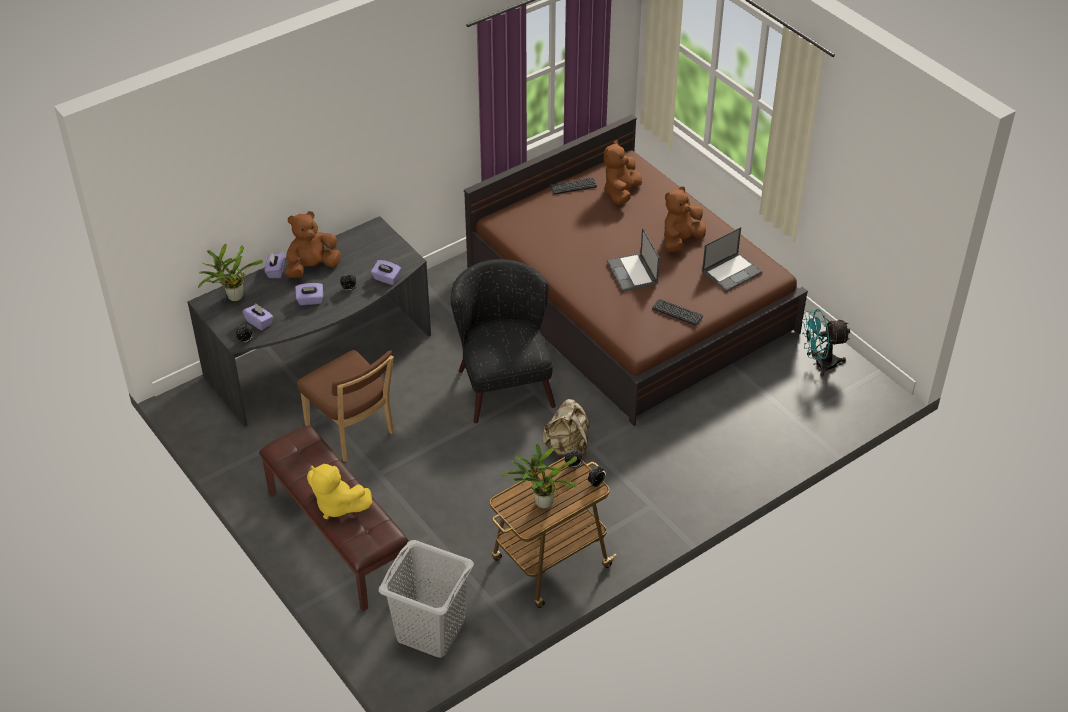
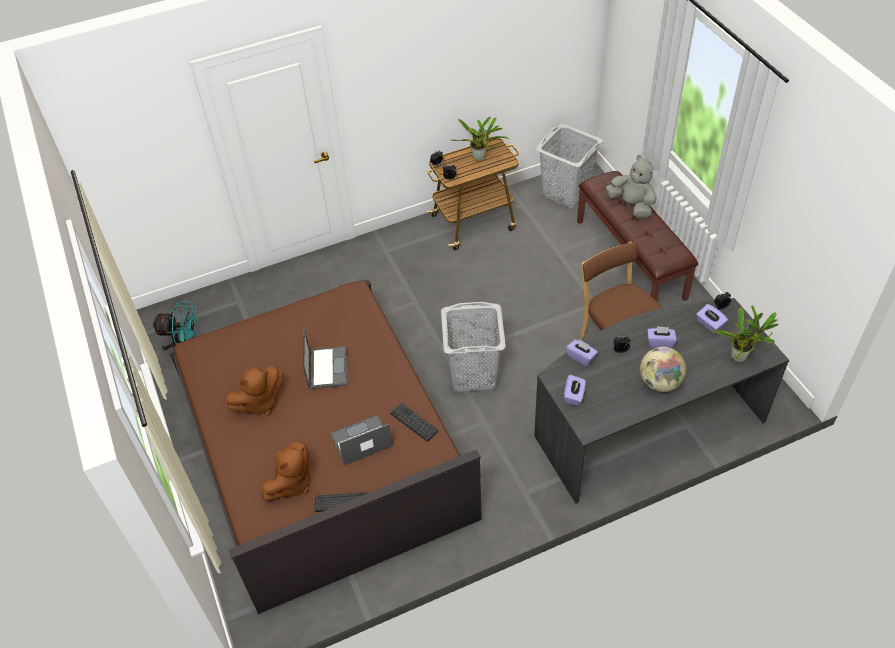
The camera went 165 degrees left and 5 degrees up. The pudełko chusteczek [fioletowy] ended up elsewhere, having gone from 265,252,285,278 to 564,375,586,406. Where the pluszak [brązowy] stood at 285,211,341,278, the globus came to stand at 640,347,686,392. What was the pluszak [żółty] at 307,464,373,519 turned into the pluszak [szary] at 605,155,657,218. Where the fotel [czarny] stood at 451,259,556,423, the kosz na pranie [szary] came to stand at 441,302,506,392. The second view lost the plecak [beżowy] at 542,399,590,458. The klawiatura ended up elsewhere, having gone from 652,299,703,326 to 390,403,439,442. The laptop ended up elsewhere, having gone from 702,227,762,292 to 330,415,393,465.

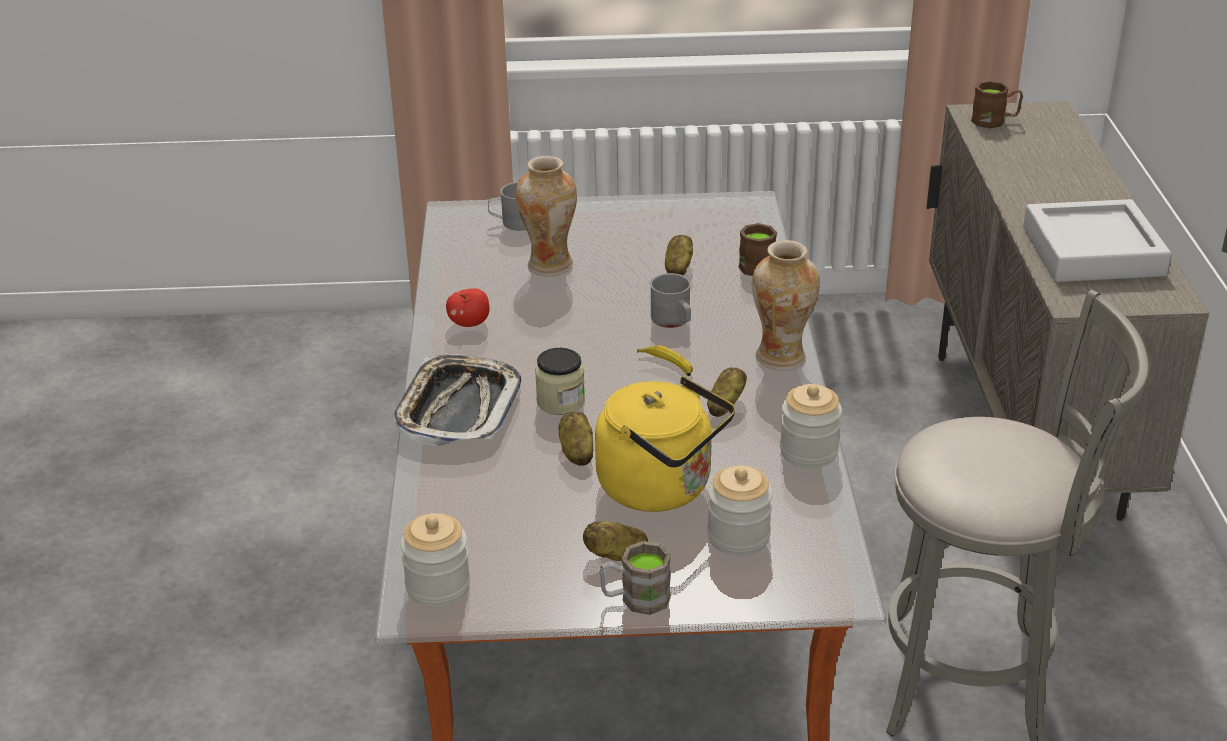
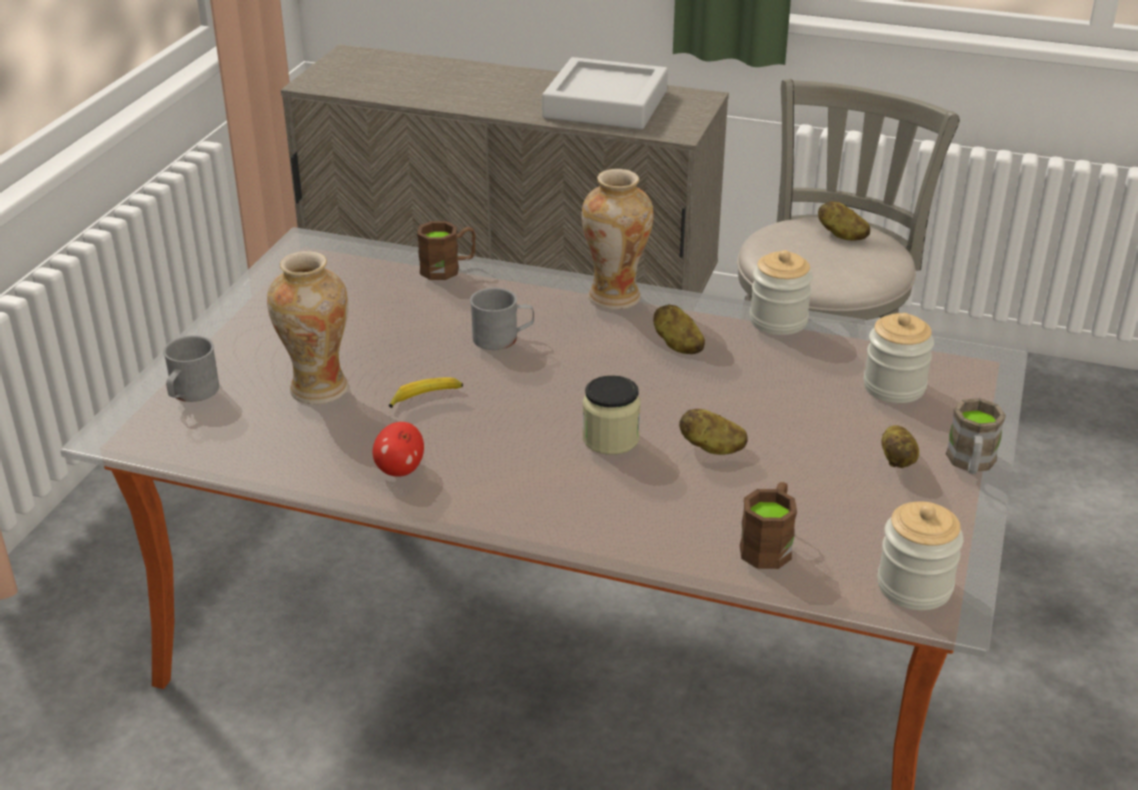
The camera went 70 degrees left and 0 degrees up. The second view lost the taca at 393,354,521,447. The second view lost the czajnik [żółty] at 595,376,735,512. The banan ended up elsewhere, having gone from 637,345,693,376 to 389,377,463,408. The ziemniak ended up elsewhere, having gone from 665,235,693,275 to 818,201,870,241. The kubek [brązowy] ended up elsewhere, having gone from 971,80,1023,128 to 740,482,797,569.

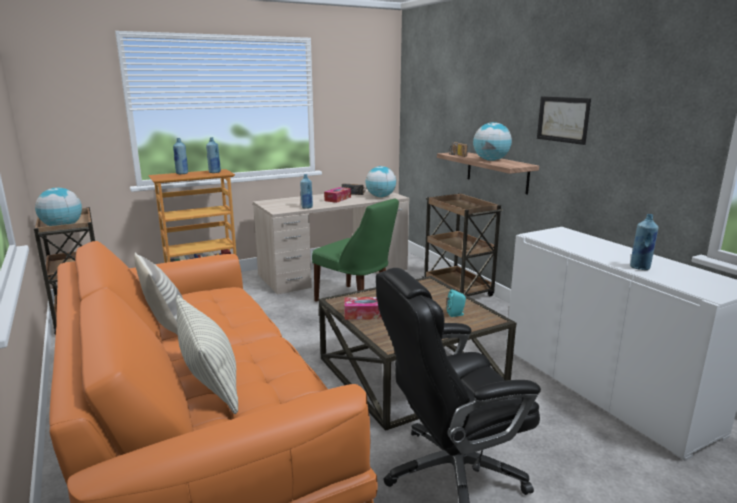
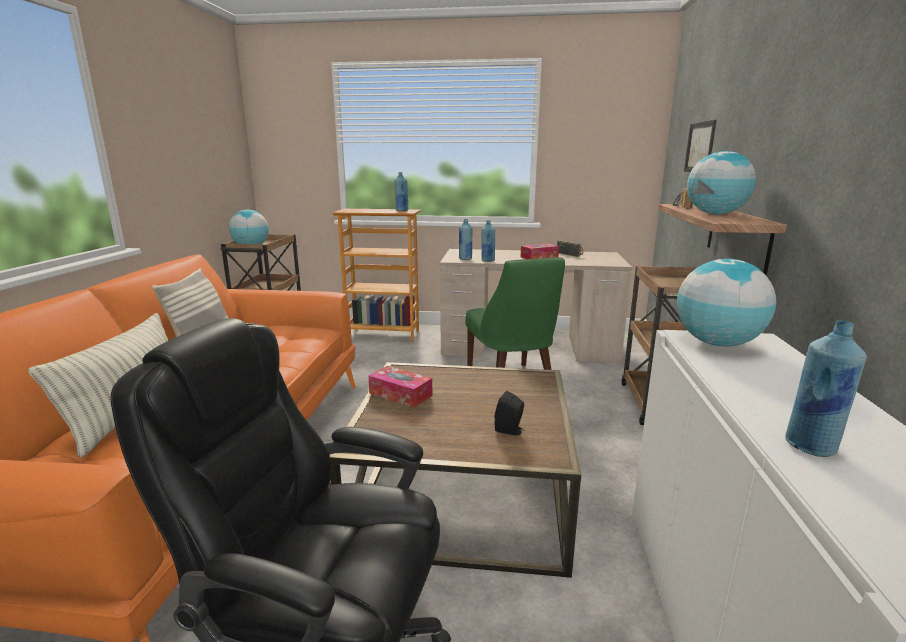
The camera went 35 degrees right and 0 degrees up. The butelka [niebieski] ended up elsewhere, having gone from 173,138,188,174 to 459,219,472,260. The globus ended up elsewhere, having gone from 366,166,396,197 to 677,259,776,346. What was the głośnik [turkusowy] at 447,289,466,317 turned into the głośnik [czarny] at 495,391,525,435. The obraz ended up elsewhere, having gone from 537,96,591,145 to 684,120,716,172.

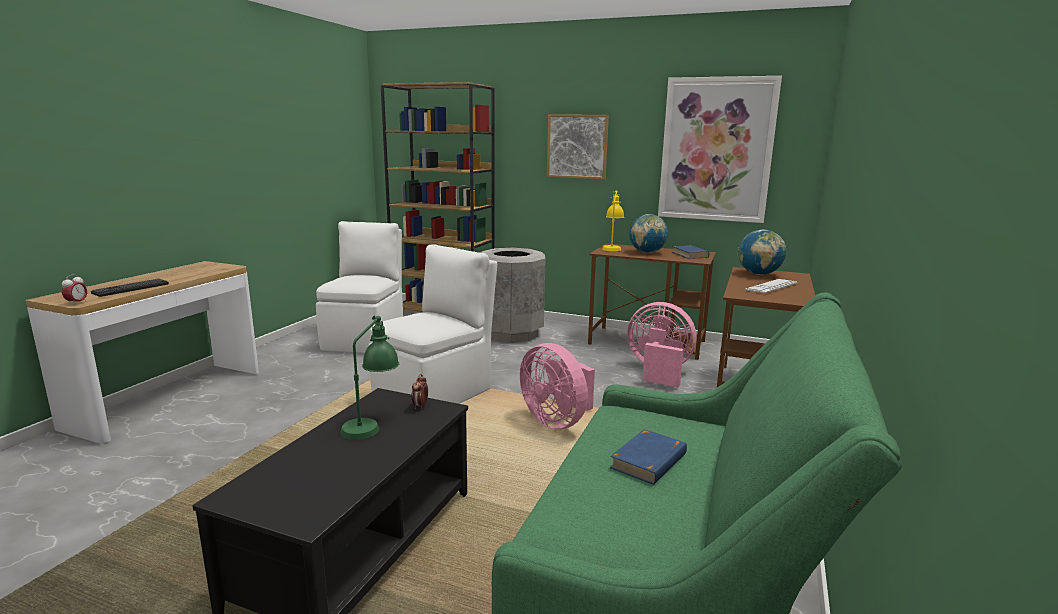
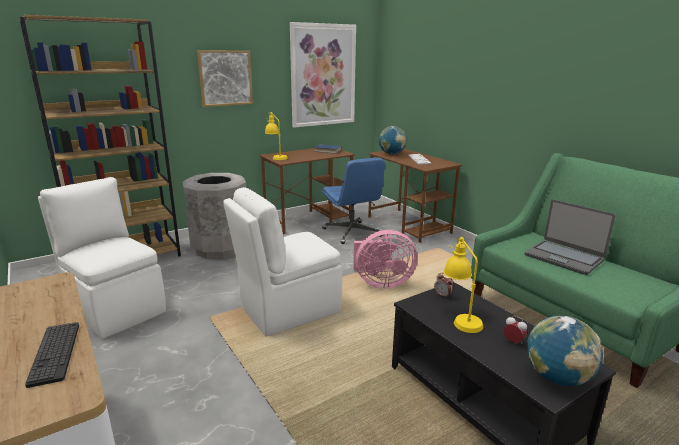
The camera went 55 degrees left and 5 degrees up. The budzik ended up elsewhere, having gone from 62,274,87,306 to 503,316,527,343. What was the lampa stołowa [zielony] at 340,316,399,440 turned into the lampa stołowa [żółty] at 444,237,483,333. The krzesło [biały] at 369,244,497,404 ended up facing another way, 105 degrees counterclockwise from before. Where the książka [niebieski] stood at 610,429,687,485, the laptop came to stand at 525,200,615,275. Where the wentylator [różowy] stood at 627,302,697,388, the krzesło biurowe [niebieski] came to stand at 322,158,385,244. The globus ended up elsewhere, having gone from 629,214,668,253 to 527,315,603,386.

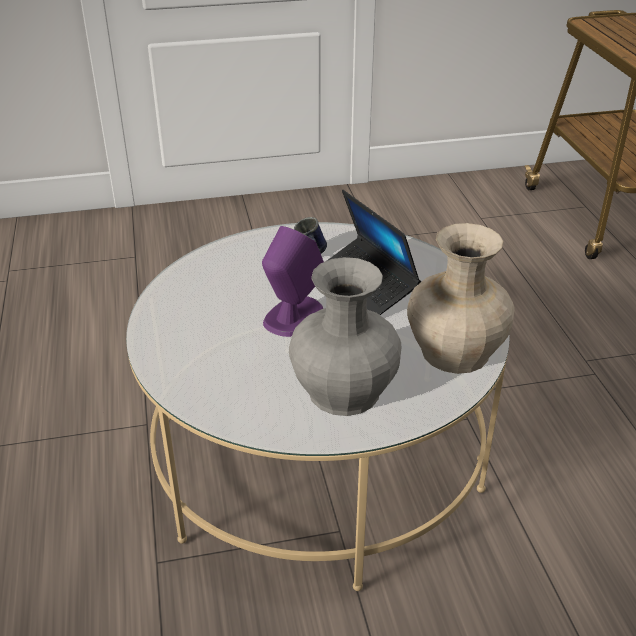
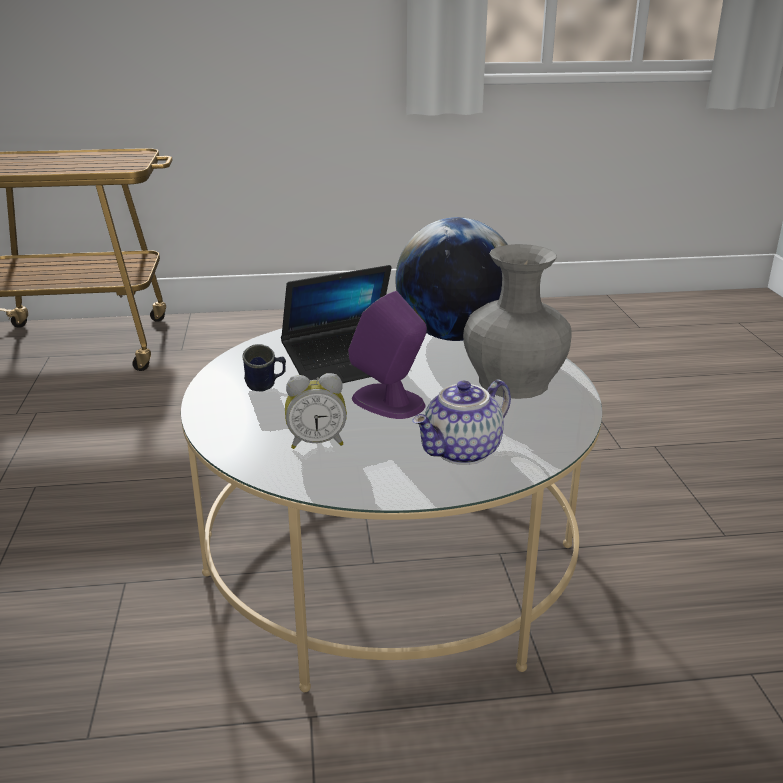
The camera went 85 degrees left and 10 degrees down. Where the wazon [beżowy] stood at 407,223,515,374, the globus came to stand at 395,217,508,341. The second view gained the budzik at 285,373,347,449. The second view gained the imbryk at 412,379,511,465.

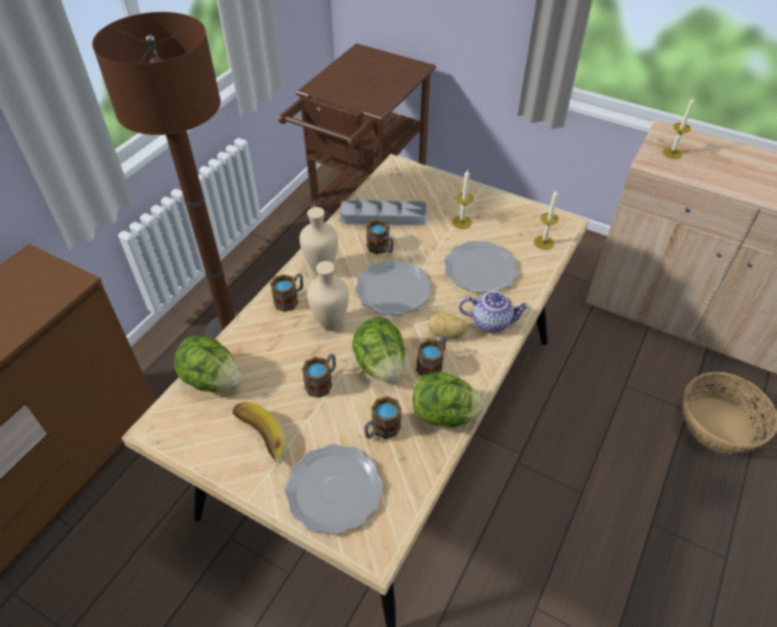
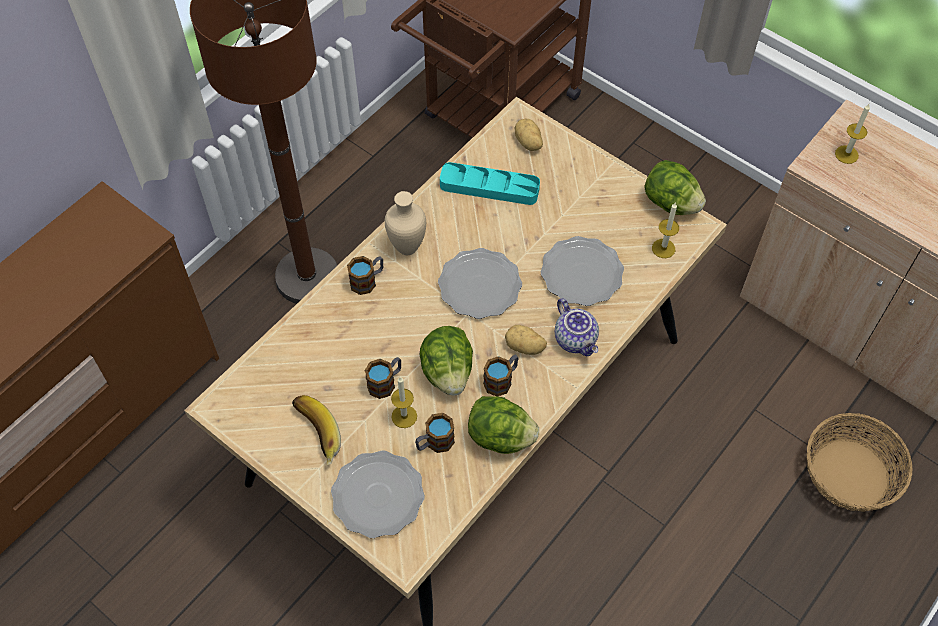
The camera went 10 degrees right and 10 degrees up. The sałata ended up elsewhere, having gone from 174,335,242,392 to 645,160,706,215. The second view lost the wazon [beżowy] at 307,261,349,331. What was the taca [szary] at 340,200,427,225 turned into the taca [turkusowy] at 440,162,540,205. The second view lost the kubek at 366,219,394,254. The świeca ended up elsewhere, having gone from 452,170,473,229 to 391,377,417,428. The imbryk at 459,291,530,332 ended up facing another way, 45 degrees clockwise from before. The second view gained the ziemniak at 515,119,543,151.

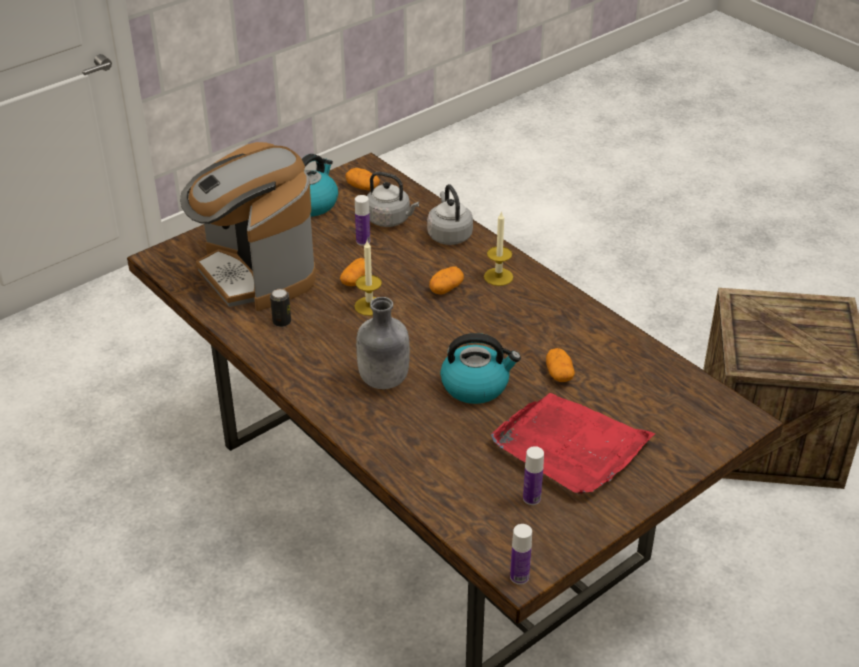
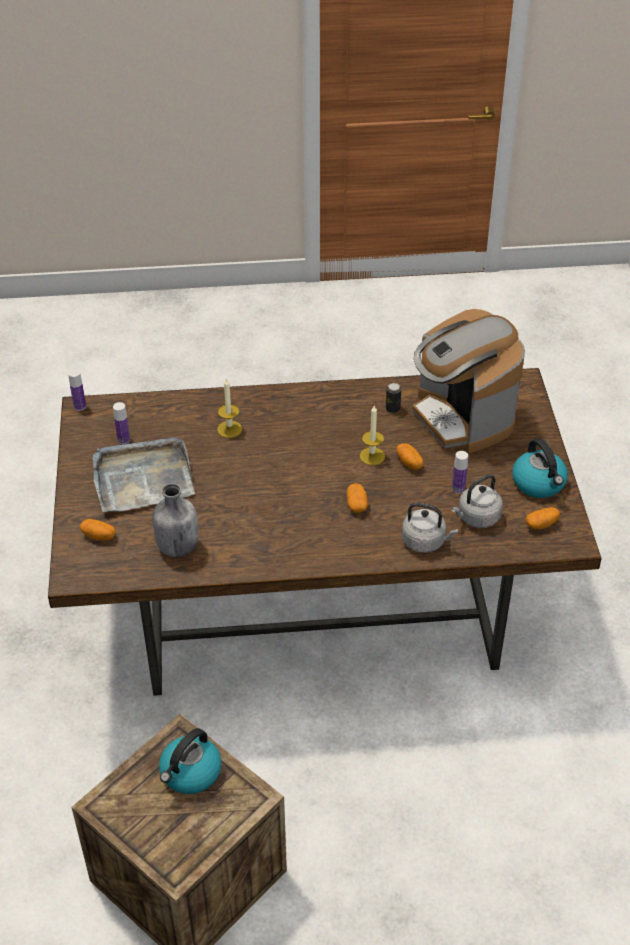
The camera went 125 degrees right and 5 degrees up. The ekspres do kawy at 180,142,316,311 ended up facing another way, 120 degrees counterclockwise from before. The butelka [szary] ended up elsewhere, having gone from 356,297,410,389 to 152,483,198,557. The czajnik ended up elsewhere, having gone from 440,333,521,404 to 159,728,221,794. The świeca ended up elsewhere, having gone from 484,211,513,286 to 217,378,242,438. What was the taca [czerwony] at 491,393,655,495 turned into the taca [szary] at 93,437,195,512. The ziemniak ended up elsewhere, having gone from 546,348,575,382 to 80,519,116,540.

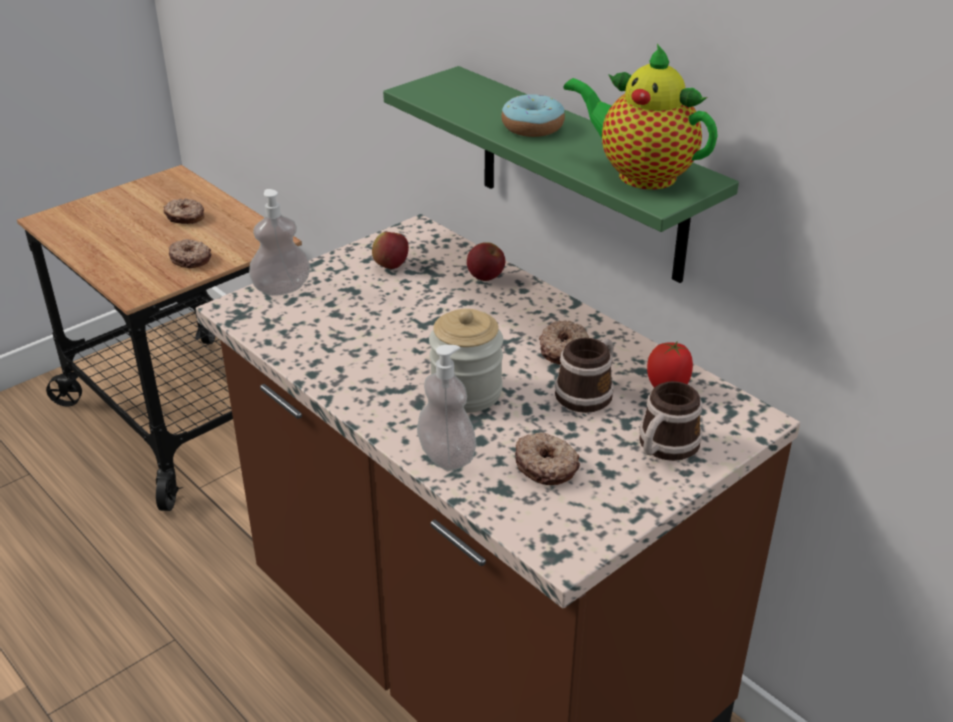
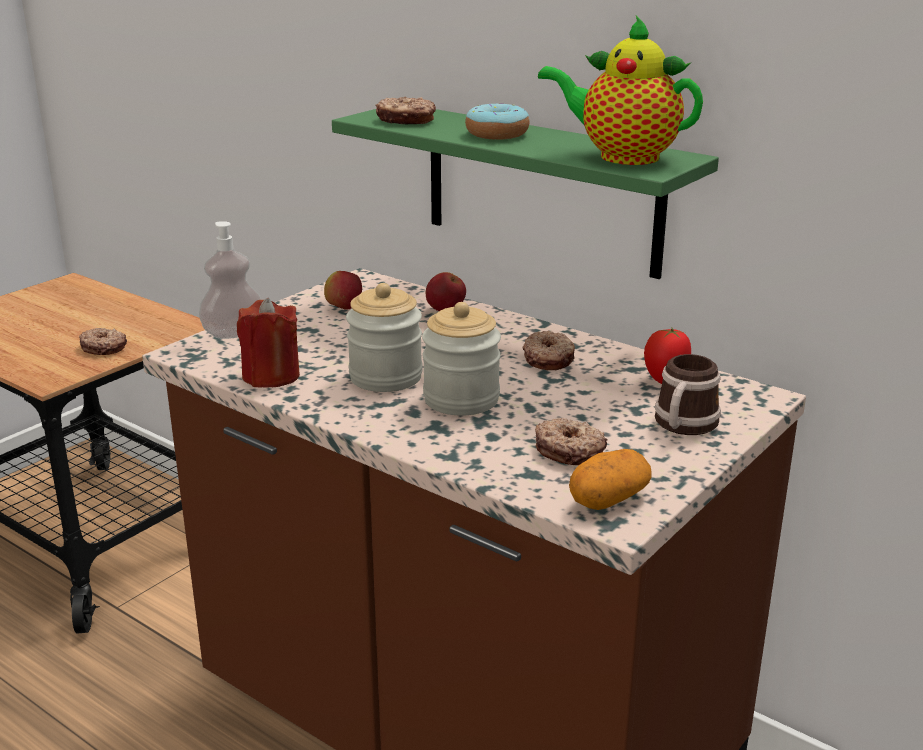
The camera went 10 degrees left and 10 degrees down. The donut ended up elsewhere, having gone from 163,198,204,224 to 375,97,436,124. The second view lost the dozownik mydła at 417,345,476,470. The second view lost the kubek at 555,338,614,413. The second view gained the świeca [czerwony] at 237,298,300,388. The second view gained the słoik at 346,283,423,392. The second view gained the ziemniak at 569,449,651,510.

